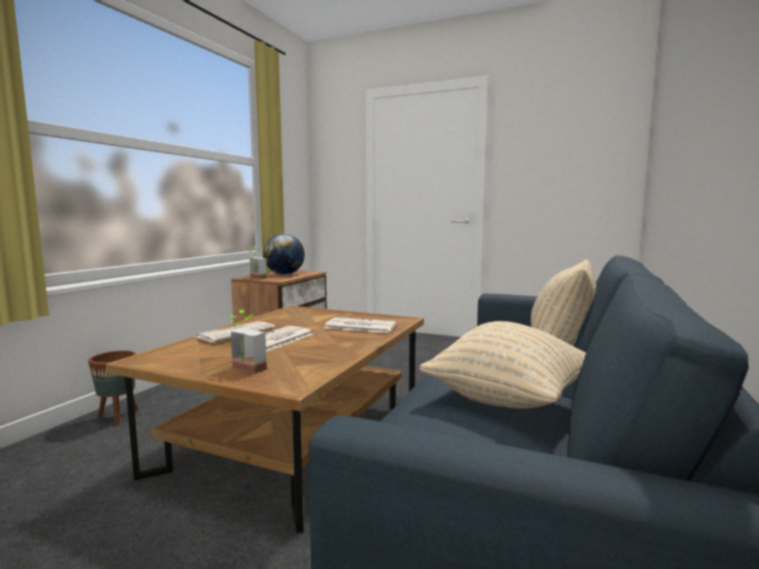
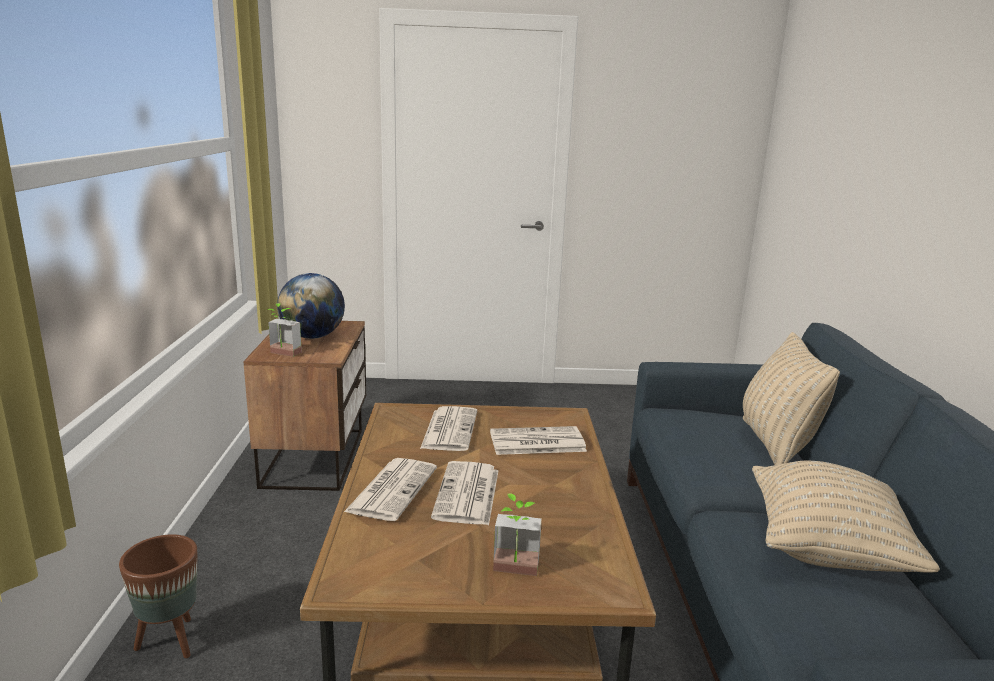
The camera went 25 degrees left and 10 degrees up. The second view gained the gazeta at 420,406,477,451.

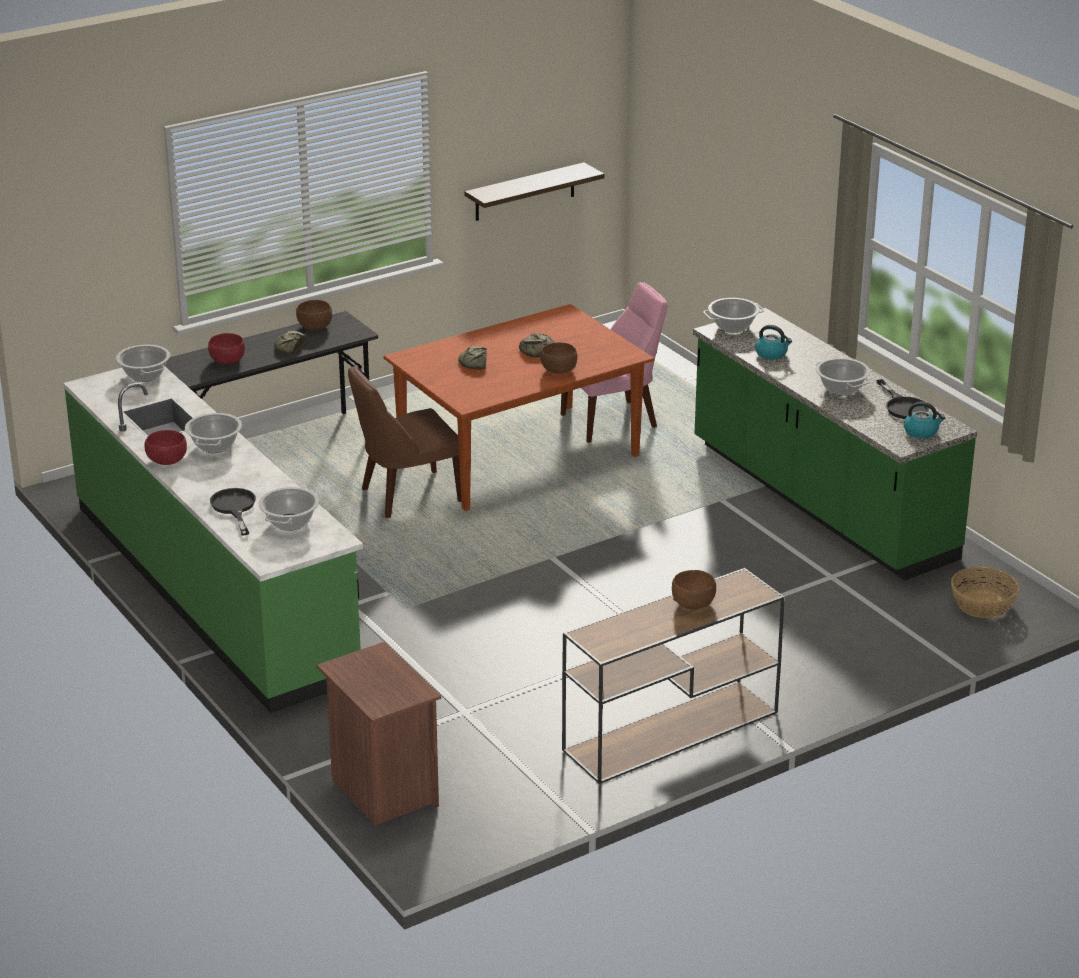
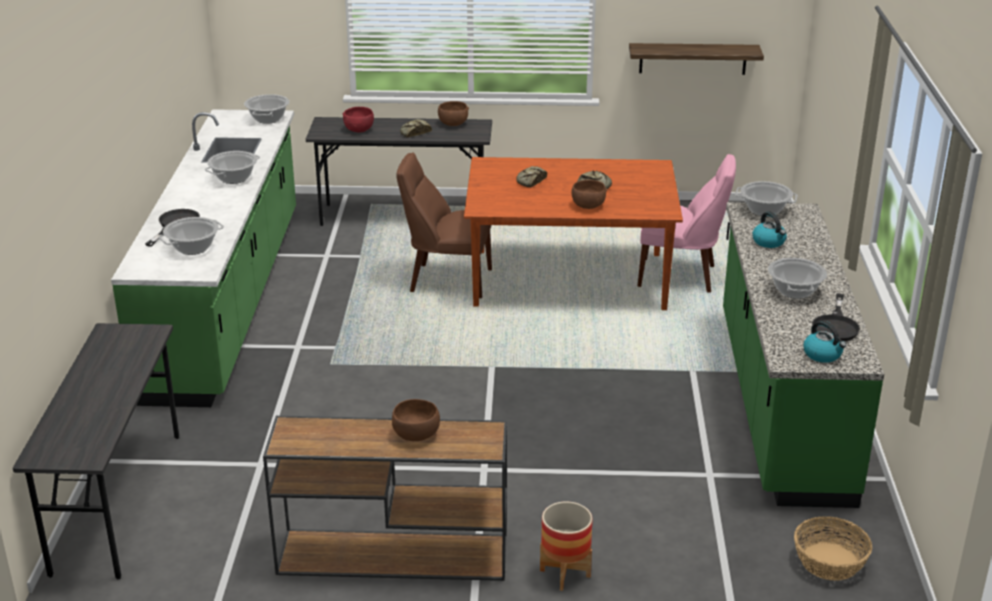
The camera went 35 degrees right and 0 degrees up. The second view lost the miska [czerwony] at 144,430,187,465. Where the szafka nocna [brązowy] stood at 317,642,441,826, the biurko [szary] came to stand at 13,323,179,579. The second view gained the donica at 540,501,592,591.

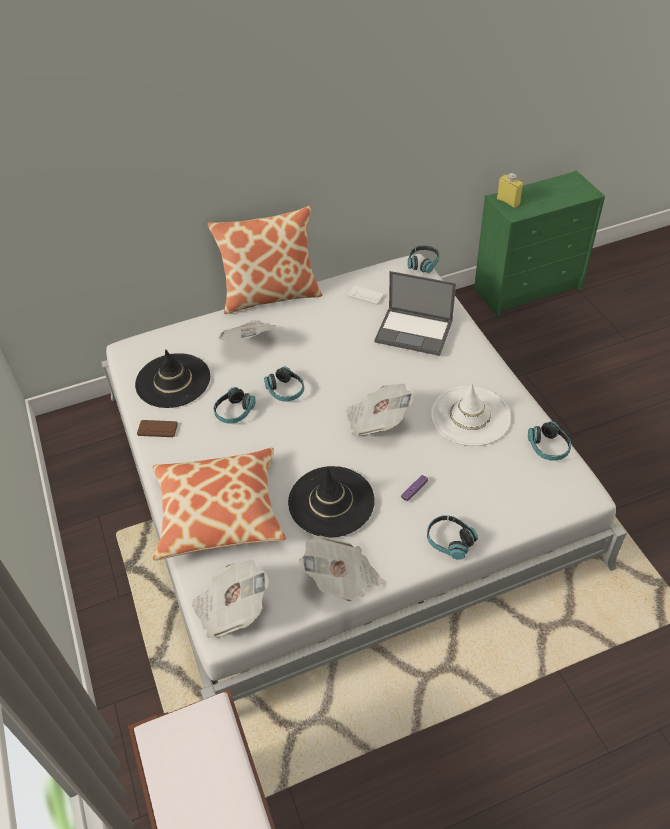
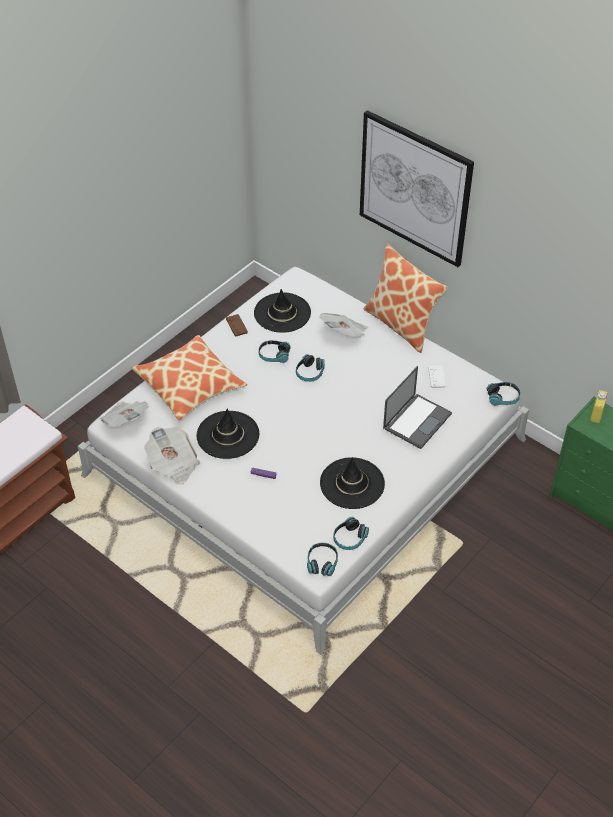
The camera went 60 degrees right and 0 degrees up. The second view lost the gazeta at 346,383,414,436. The laptop at 374,271,456,356 ended up facing another way, 135 degrees counterclockwise from before. The słuchawki ended up elsewhere, having gone from 427,515,478,560 to 307,543,338,576. What was the kapelusz [biały] at 431,383,511,446 turned into the kapelusz [czarny] at 320,457,385,509. The second view gained the obraz at 360,110,474,267.

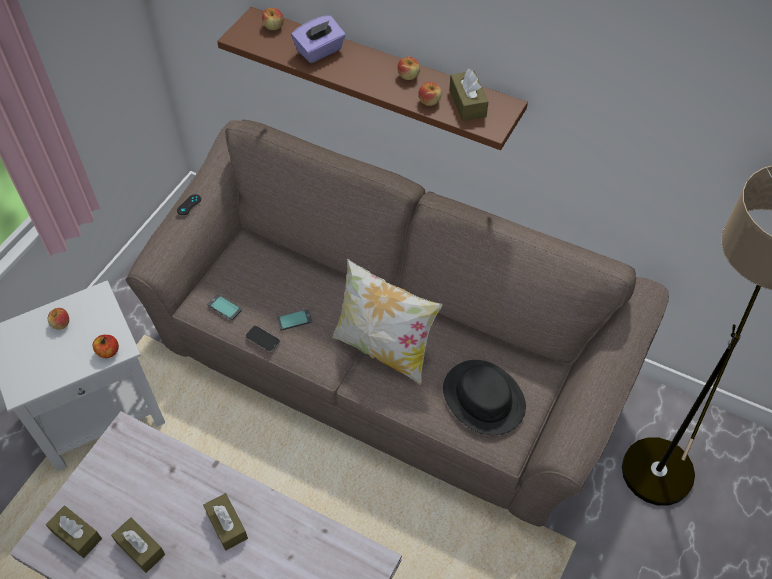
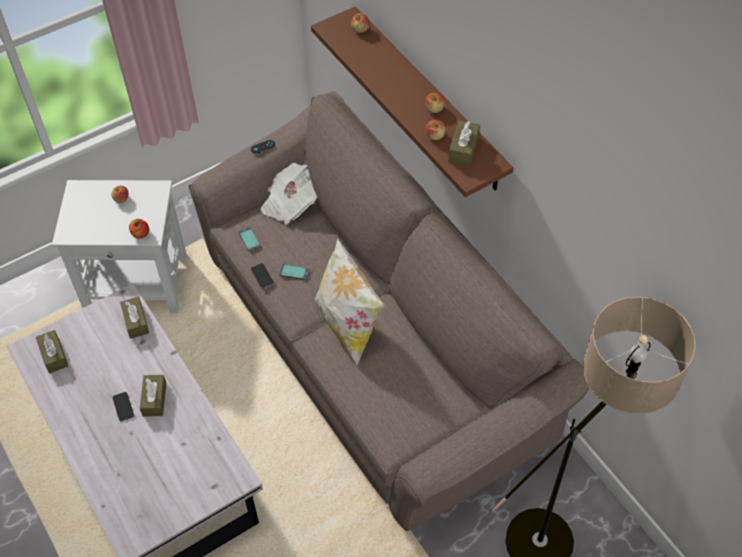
The camera went 30 degrees right and 0 degrees up. The pudełko chusteczek [brązowy] ended up elsewhere, having gone from 111,517,165,573 to 120,297,149,339. The second view lost the pudełko chusteczek [fioletowy] at 291,15,346,63. The second view lost the kapelusz [czarny] at 443,360,526,435. The second view gained the telefon at 113,392,134,421. The second view gained the gazeta at 261,163,317,224.

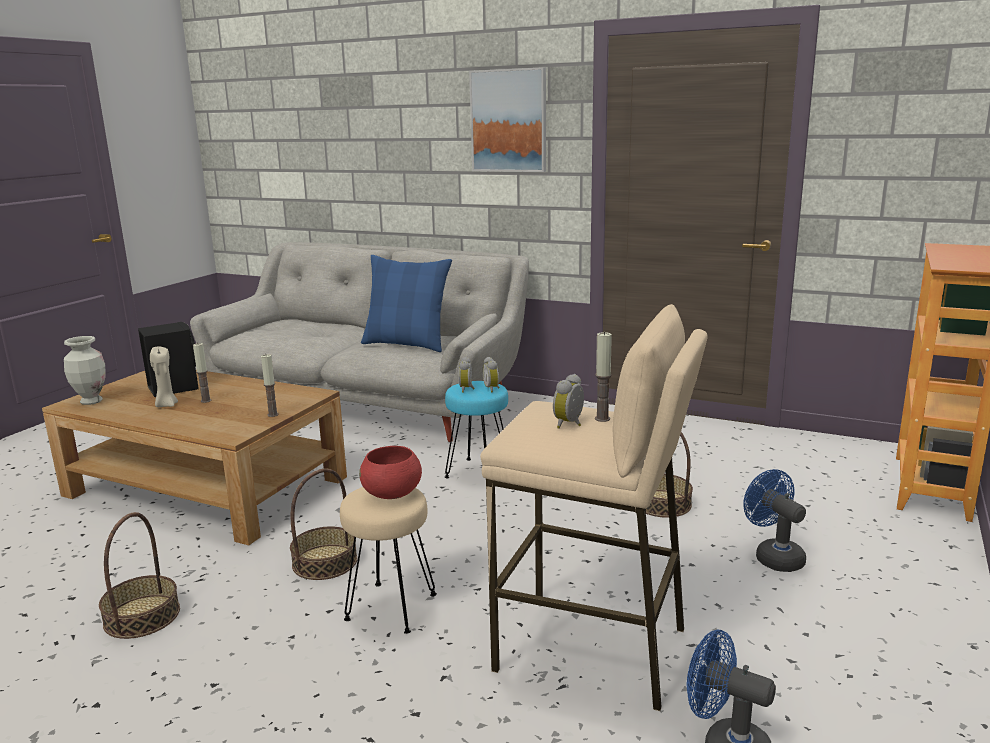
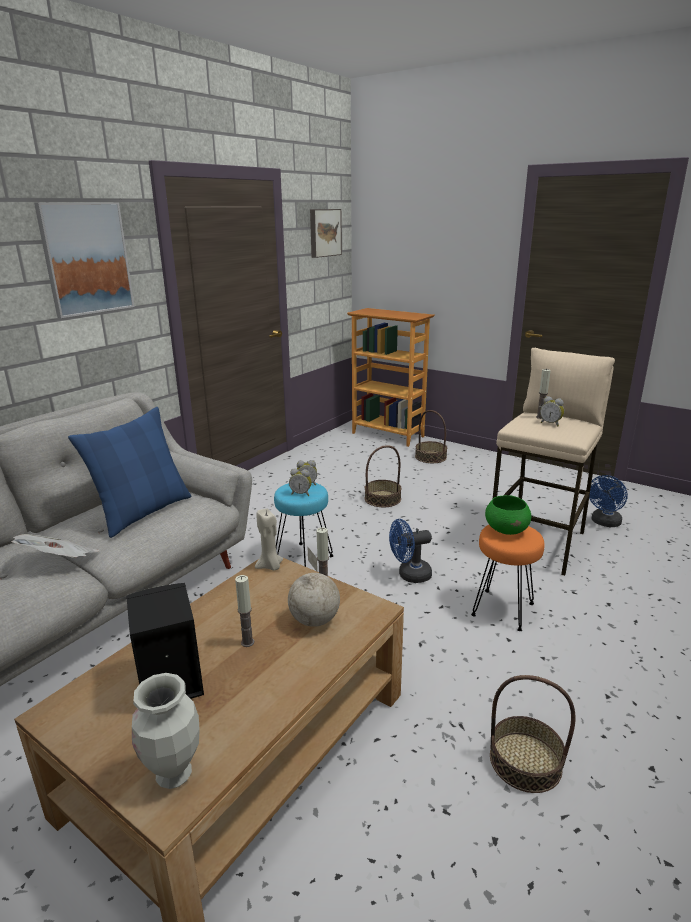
The camera went 80 degrees left and 5 degrees up. The świeca [beżowy] ended up elsewhere, having gone from 150,347,178,407 to 255,509,283,570. The koszyk ended up elsewhere, having gone from 290,469,357,580 to 415,410,447,463. What was the stołek [beżowy] at 340,487,437,634 turned into the stołek [pomarańczowy] at 471,525,544,631. What was the miska [czerwony] at 359,446,422,499 turned into the miska [zielony] at 485,495,531,535. The wentylator [niebieski] ended up elsewhere, having gone from 743,469,806,572 to 389,519,432,583. The second view gained the gazeta at 11,534,99,558. The second view gained the globus at 288,546,340,627. The second view gained the obraz at 310,209,342,258.

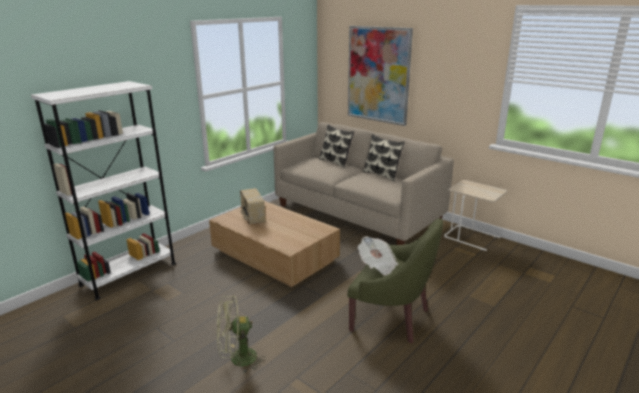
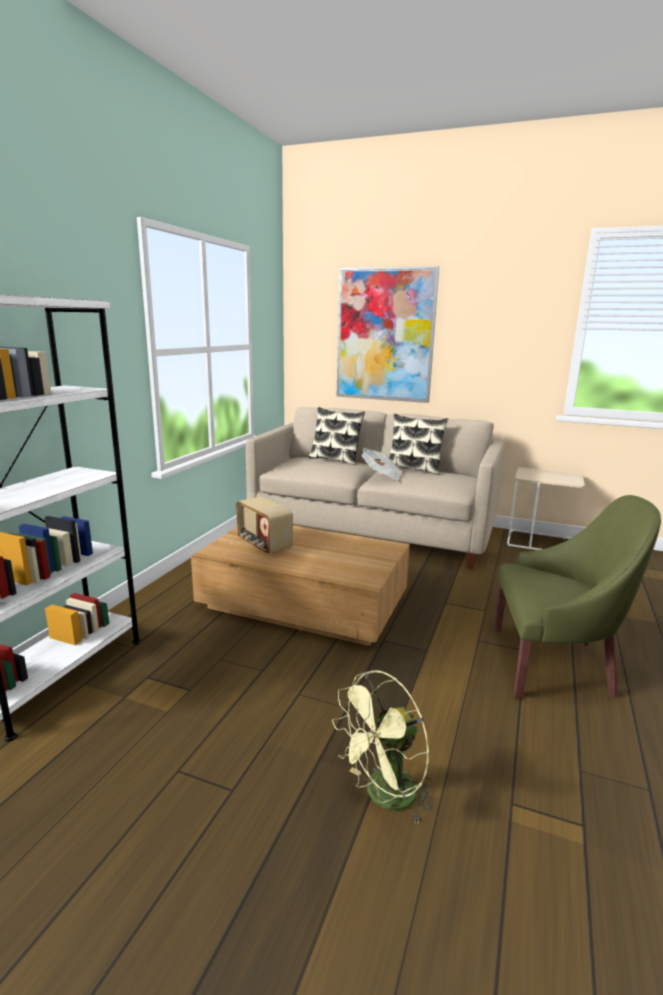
The camera went 20 degrees left and 5 degrees down. The gazeta ended up elsewhere, having gone from 358,236,398,276 to 362,448,402,480.

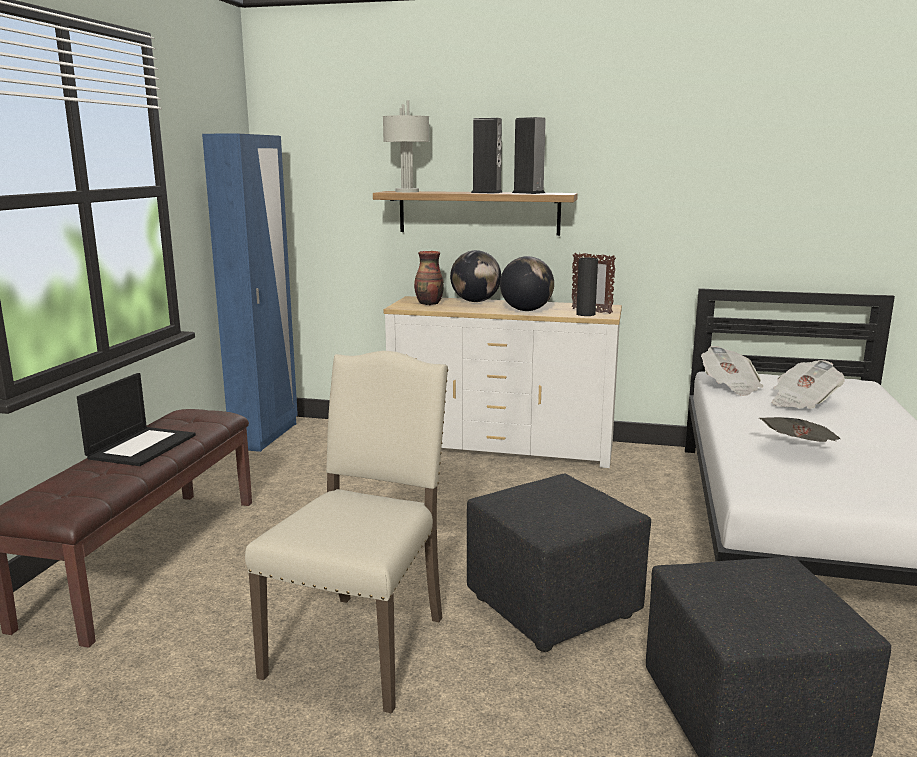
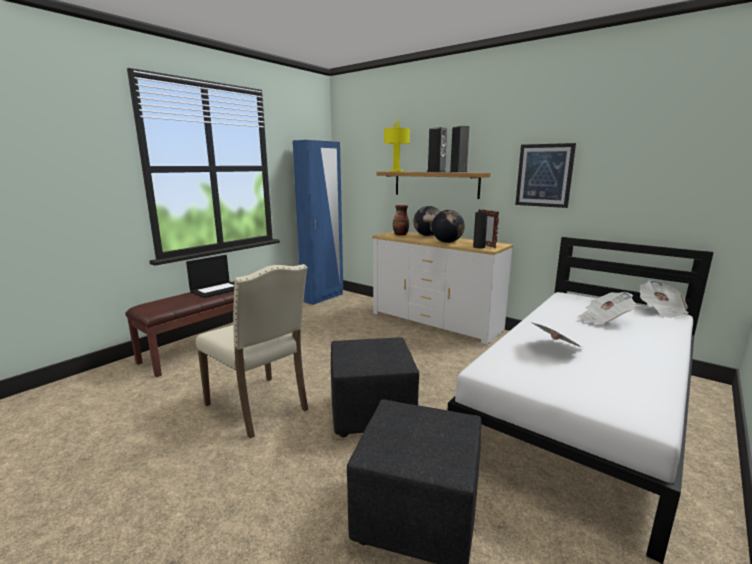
The camera went 25 degrees right and 0 degrees up. The krzesło [beżowy] at 245,351,448,714 ended up facing another way, 90 degrees clockwise from before. What was the lampa stołowa [szary] at 383,100,430,192 turned into the lampa stołowa [żółty] at 384,120,410,172. The gazeta ended up elsewhere, having gone from 701,346,763,396 to 640,280,689,318. The second view gained the obraz at 515,143,576,208.

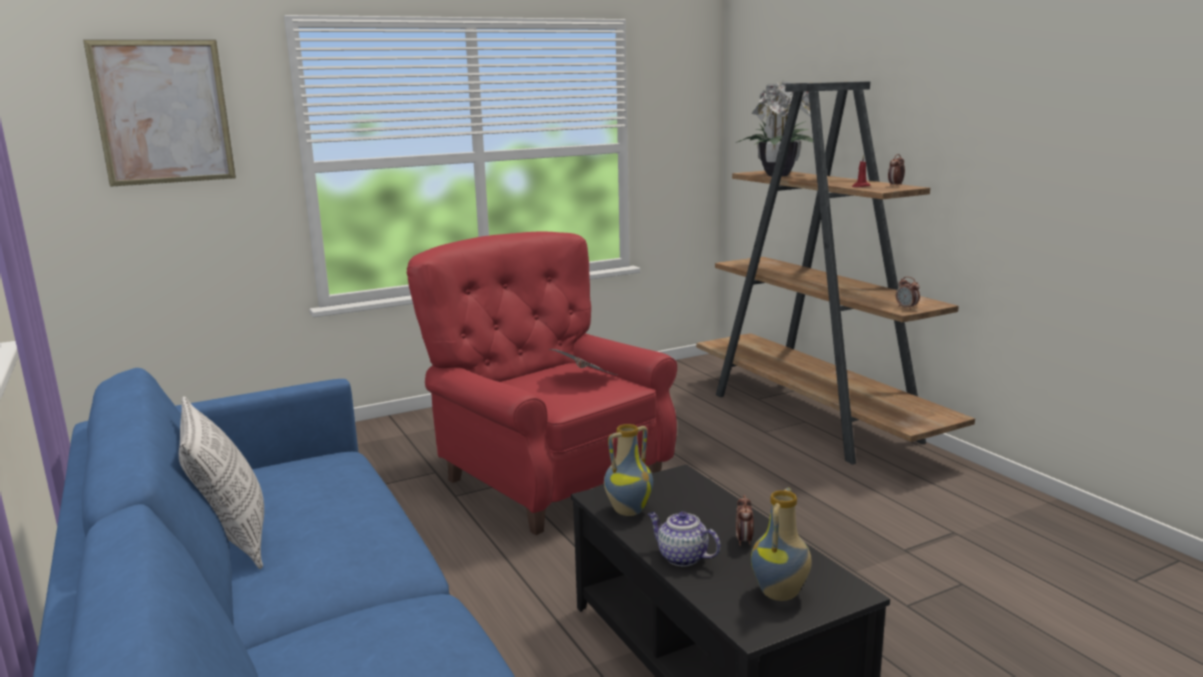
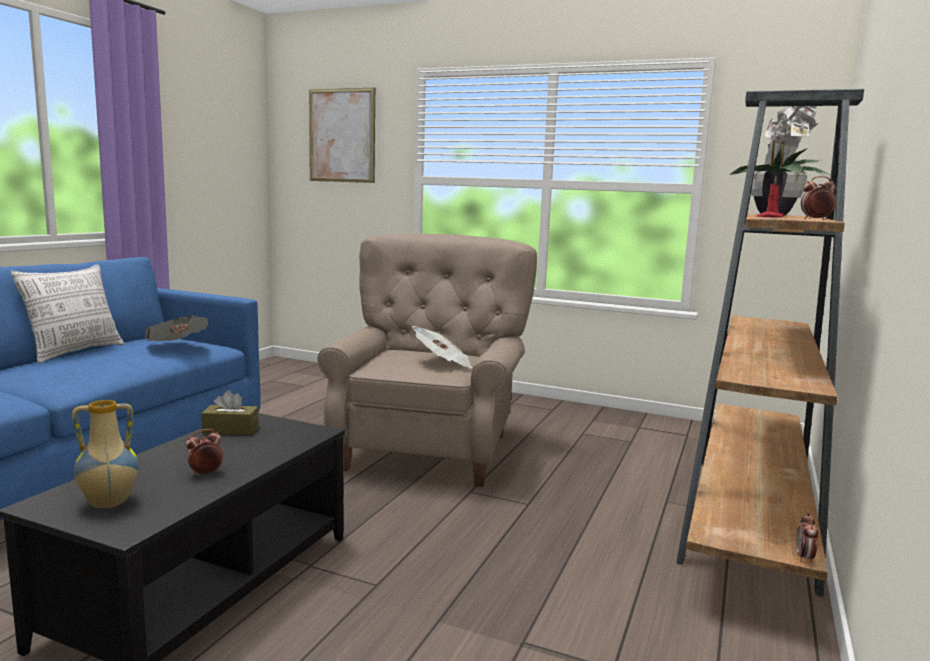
The camera went 50 degrees right and 5 degrees down. What was the fotel [czerwony] at 407,231,677,535 turned into the fotel [beżowy] at 317,233,537,487. Where the wazon stood at 604,424,653,516, the pudełko chusteczek [brązowy] came to stand at 201,390,259,435. The second view lost the imbryk at 648,511,721,567. The budzik ended up elsewhere, having gone from 896,277,920,310 to 796,513,818,562. The second view gained the gazeta at 145,315,208,341.

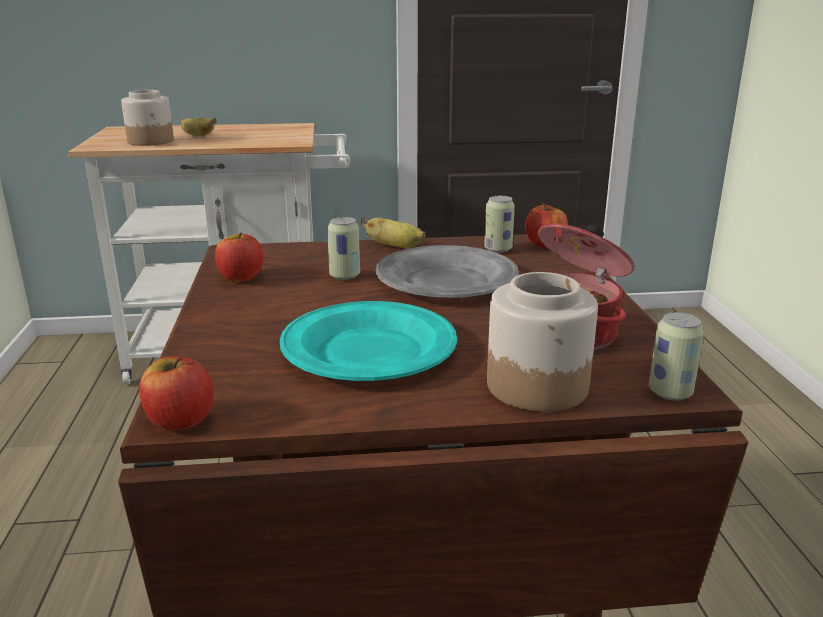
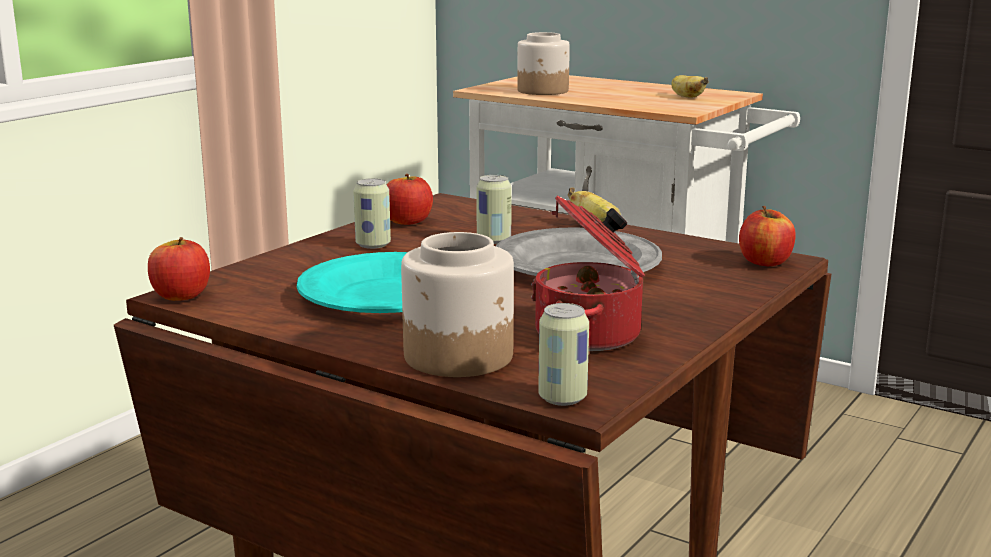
The camera went 40 degrees right and 5 degrees down. The banan ended up elsewhere, having gone from 181,118,217,136 to 671,75,709,98. The puszka ended up elsewhere, having gone from 484,196,515,253 to 353,178,391,249.

